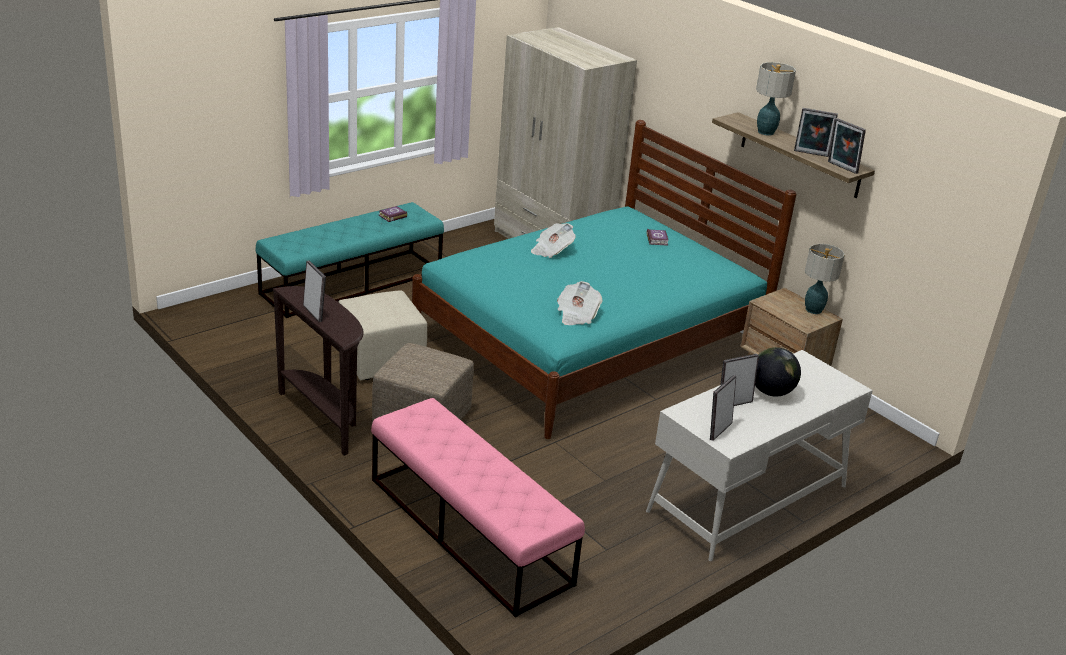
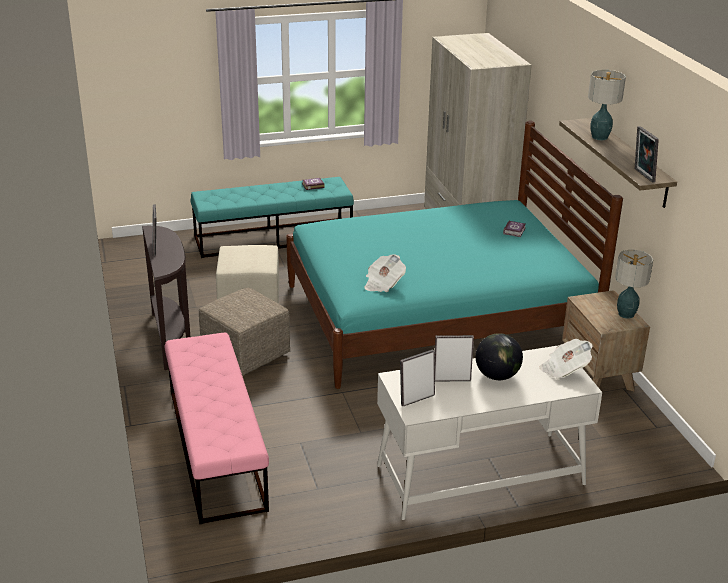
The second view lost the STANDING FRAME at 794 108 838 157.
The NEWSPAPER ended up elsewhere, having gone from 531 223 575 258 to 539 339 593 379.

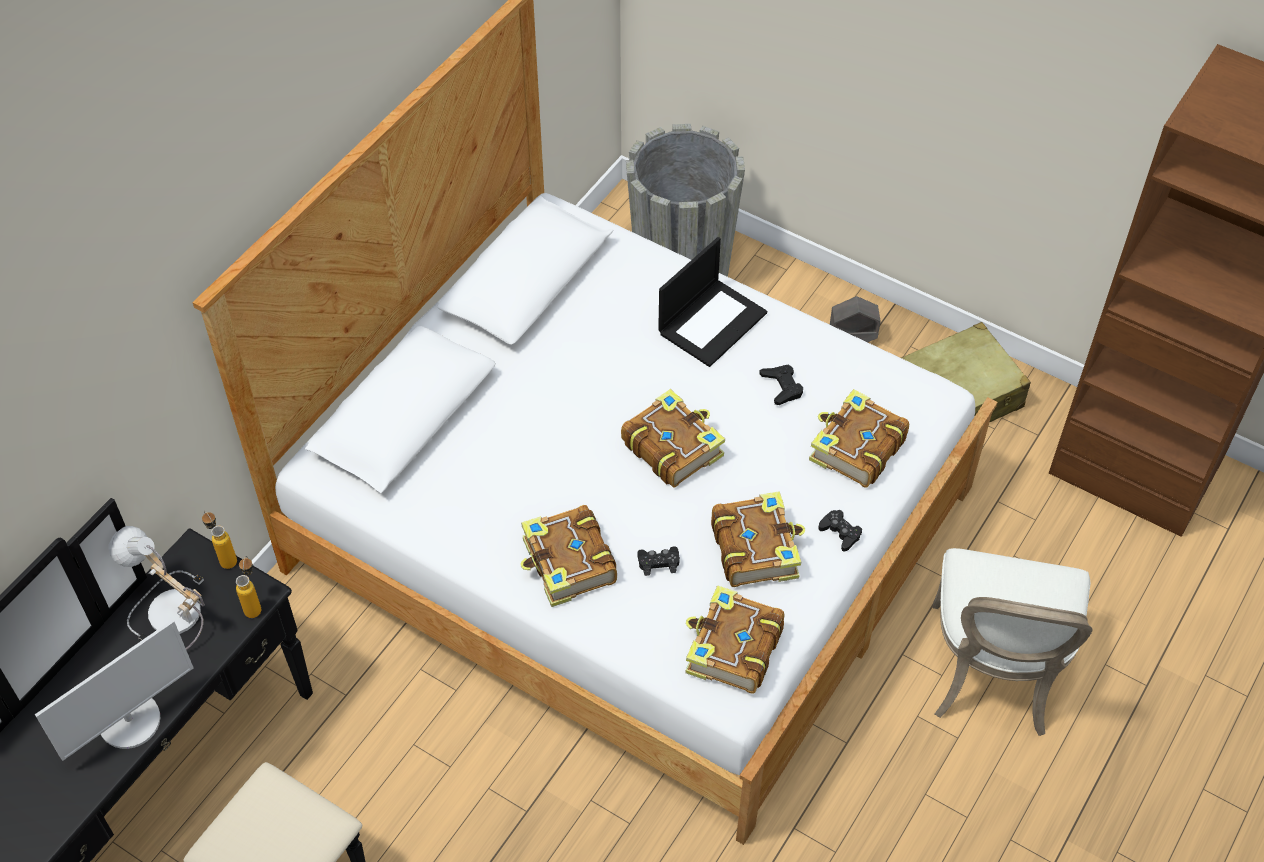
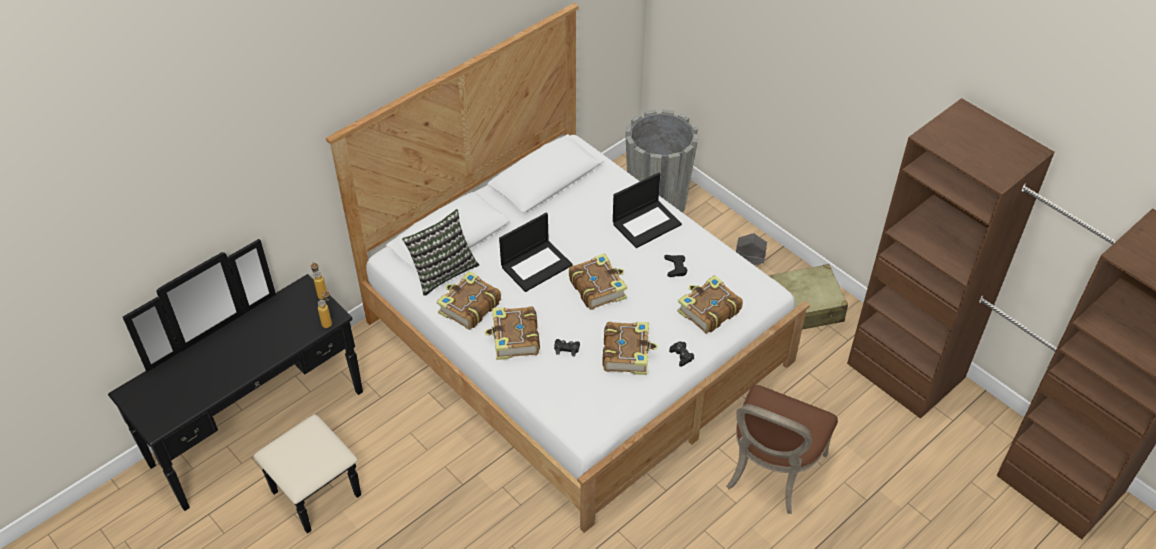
The second view lost the COMPUTER DISPLAY at 35 619 194 761.
The second view lost the TABLETOP LAMP at 109 526 205 650.
The second view gained the CUSHION at 402 209 479 296.
The second view gained the LAPTOP at 499 213 573 292.
The BOOK ended up elsewhere, having gone from 685 585 784 693 to 437 271 501 330.
What was the WHITE-COLOURED CHAIR at 932 548 1092 736 turned into the BROWN-COLOURED CHAIR at 726 385 838 514.

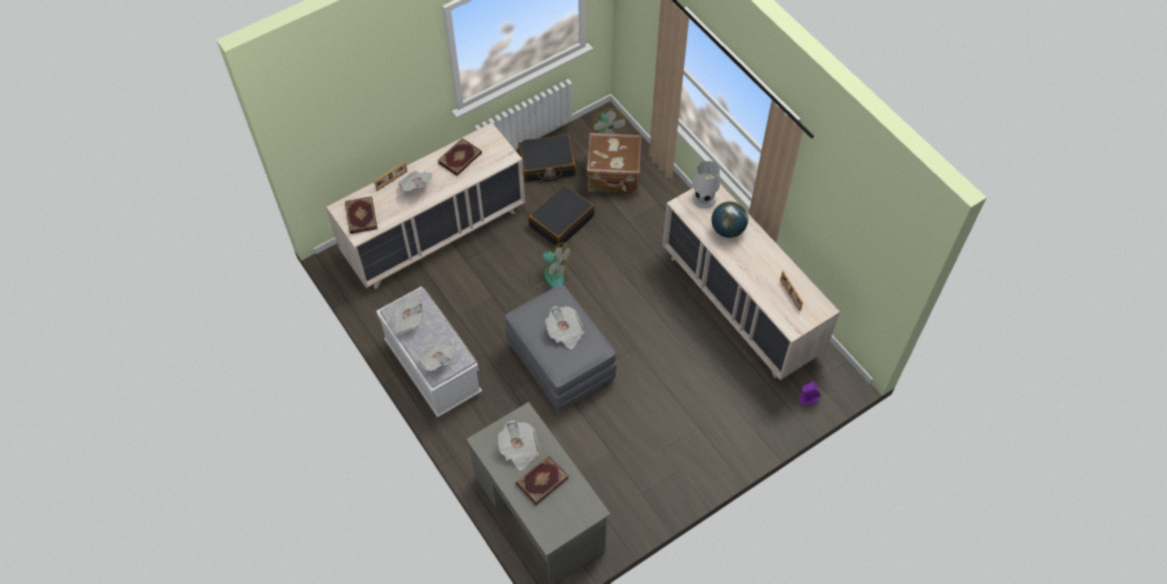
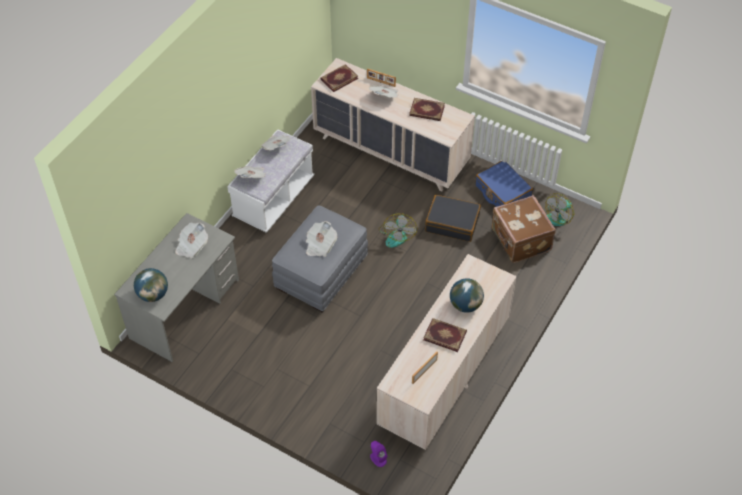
The second view lost the WHITE-COLOURED TABLETOP LAMP at 692 161 720 208.
The second view gained the DESK GLOBE at 134 268 168 302.
The BOOK ended up elsewhere, having gone from 516 455 568 505 to 423 318 467 352.
What was the BLACKISH PIECE OF LUGGAGE at 518 134 576 182 turned into the BLUE-COLOURED PIECE OF LUGGAGE at 475 161 533 207.

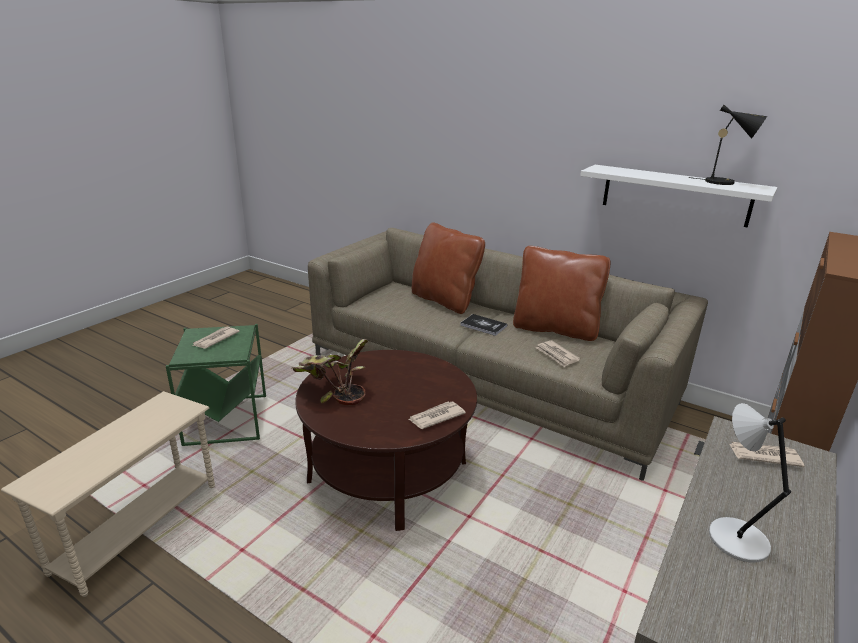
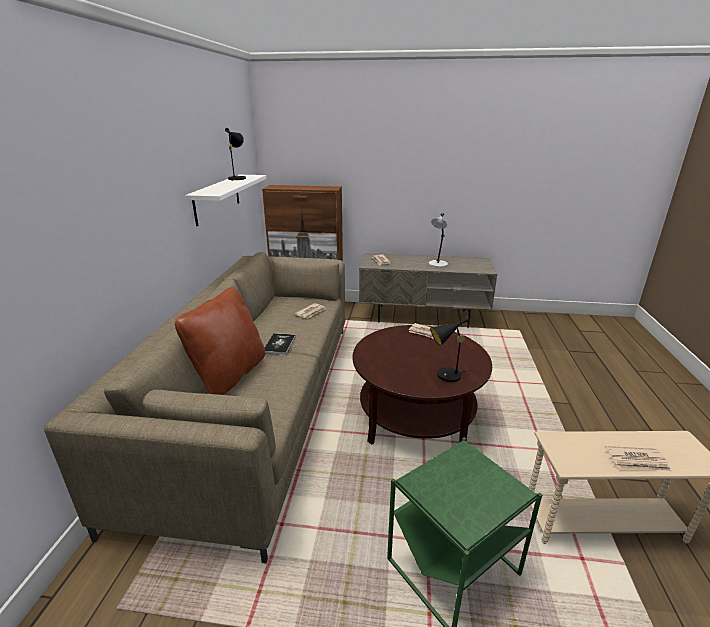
The second view lost the BROWN-COLOURED CUSHION at 513 246 610 341.
The NEWSPAPER ended up elsewhere, having gone from 192 327 240 349 to 605 446 672 471.
Where the POTTED PLANT stood at 292 339 368 405, the BLACKISH TABLETOP LAMP came to stand at 430 316 471 382.

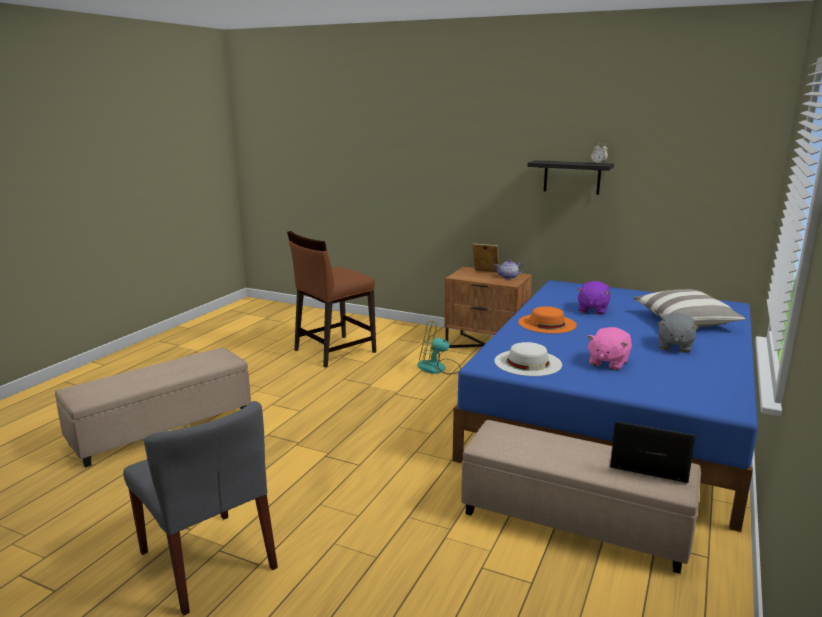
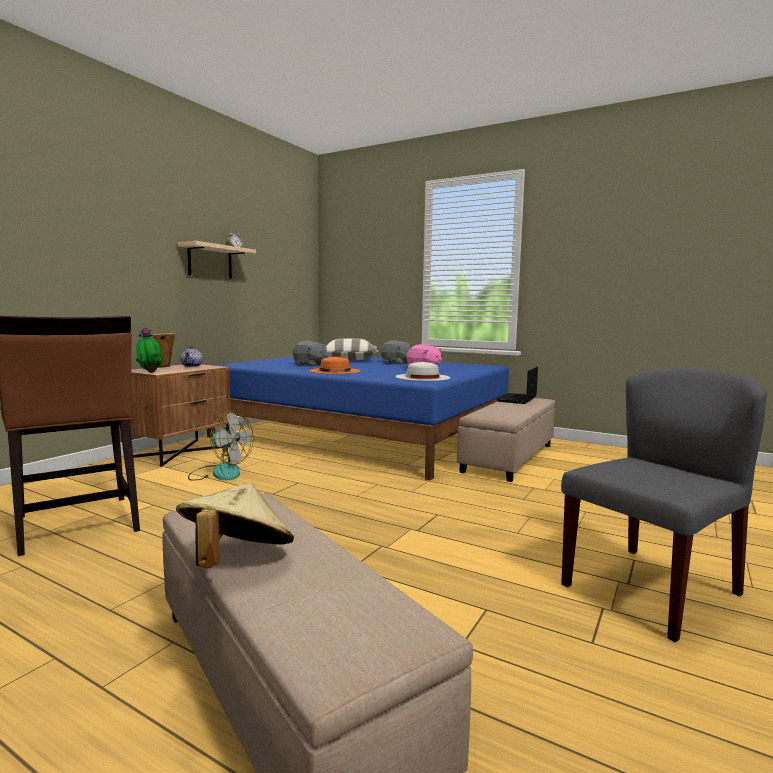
The second view gained the POTTED PLANT at 136 327 163 373.
The second view gained the BEIGE-COLOURED HAT at 176 482 294 569.
What was the BLACKISH BRACKET SHELF at 527 160 614 195 turned into the BEIGE-COLOURED BRACKET SHELF at 178 241 256 279.
What was the PURPLISH CUDDLY TOY at 576 281 610 315 turned into the GRAY CUDDLY TOY at 293 341 326 366.
The ELECTRIC FAN at 417 321 461 375 ended up facing another way, 75 degrees counterclockwise from before.

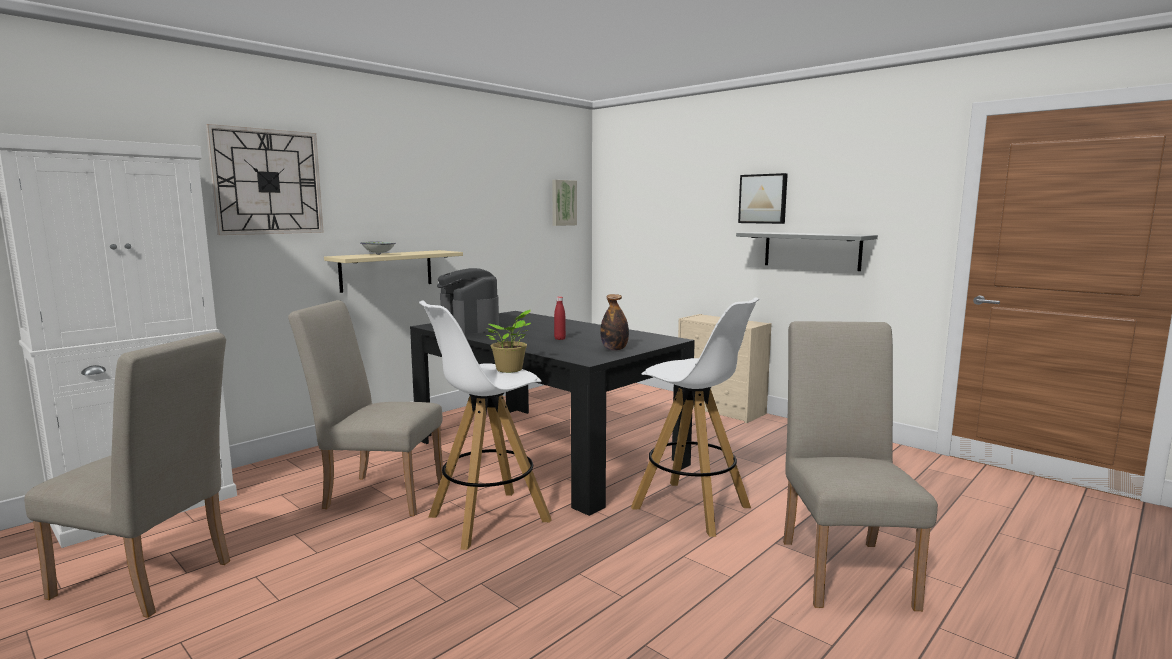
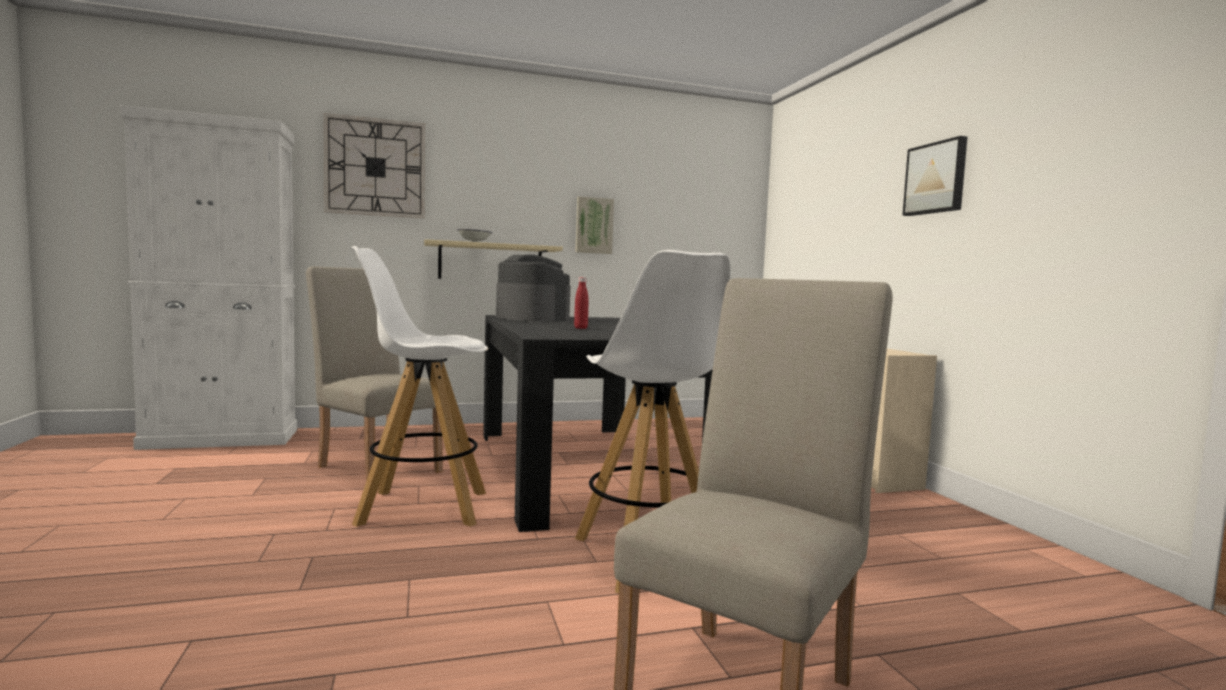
The second view lost the BEIGE-COLOURED CHAIR at 24 332 230 618.
The second view lost the POTTED PLANT at 486 310 531 373.
The second view lost the BOTTLE at 600 294 629 351.
The second view lost the GRAY BRACKET SHELF at 736 232 878 271.
The PICTURE ended up elsewhere, having gone from 552 180 577 226 to 575 196 614 254.
The COFFEE MACHINE at 437 268 499 334 ended up facing another way, 135 degrees clockwise from before.

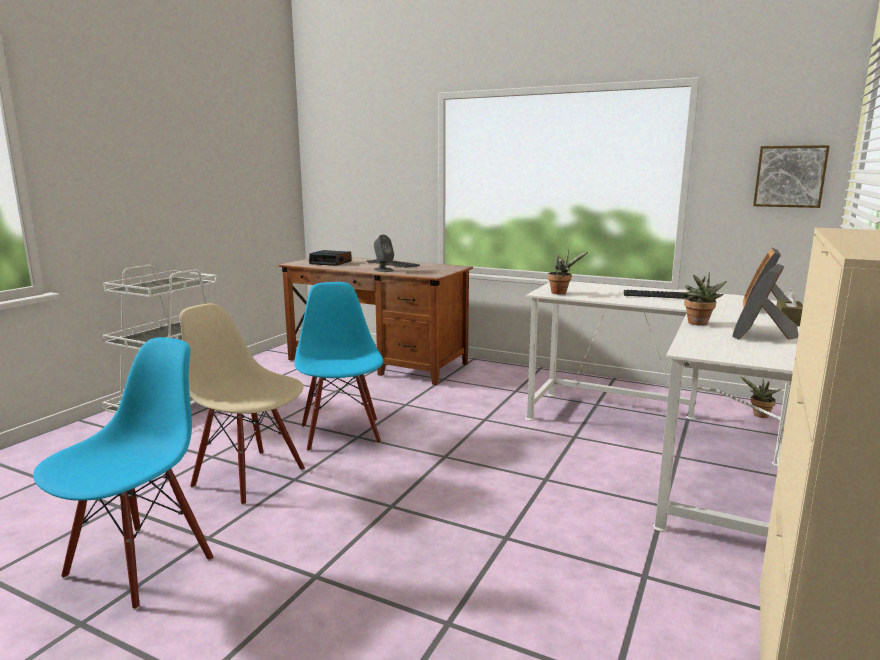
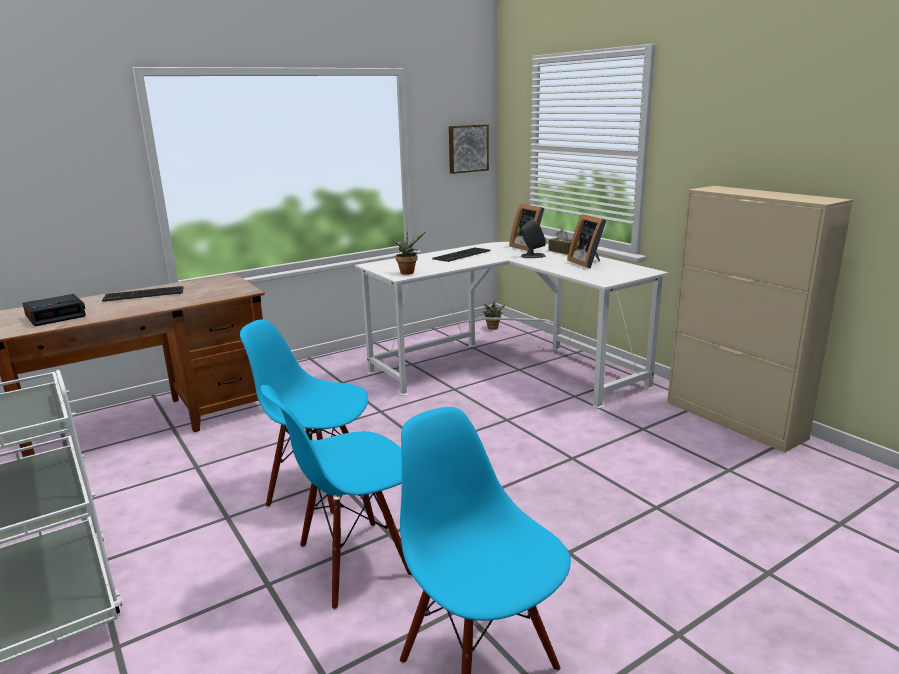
The second view lost the POTTED PLANT at 682 272 727 326.
The GRAY AUDIO SPEAKER ended up elsewhere, having gone from 374 235 394 272 to 520 219 546 258.
What was the BEIGE-COLOURED CHAIR at 179 304 305 505 turned into the BLUE-COLOURED CHAIR at 261 385 412 610.

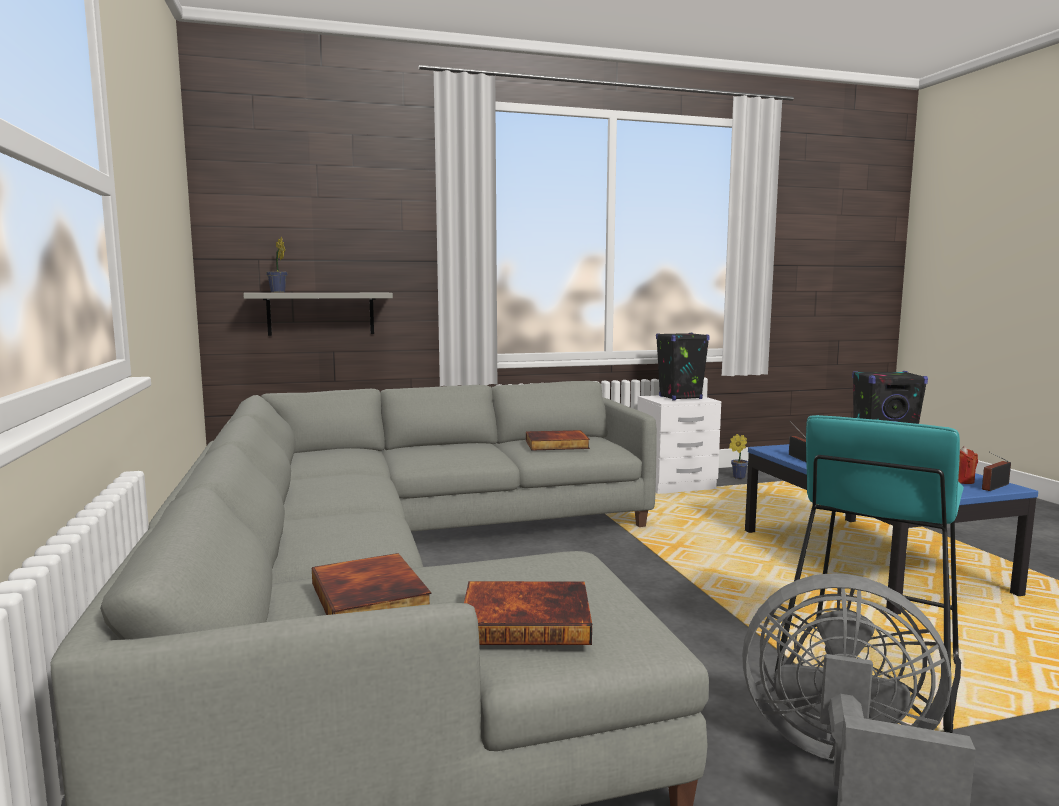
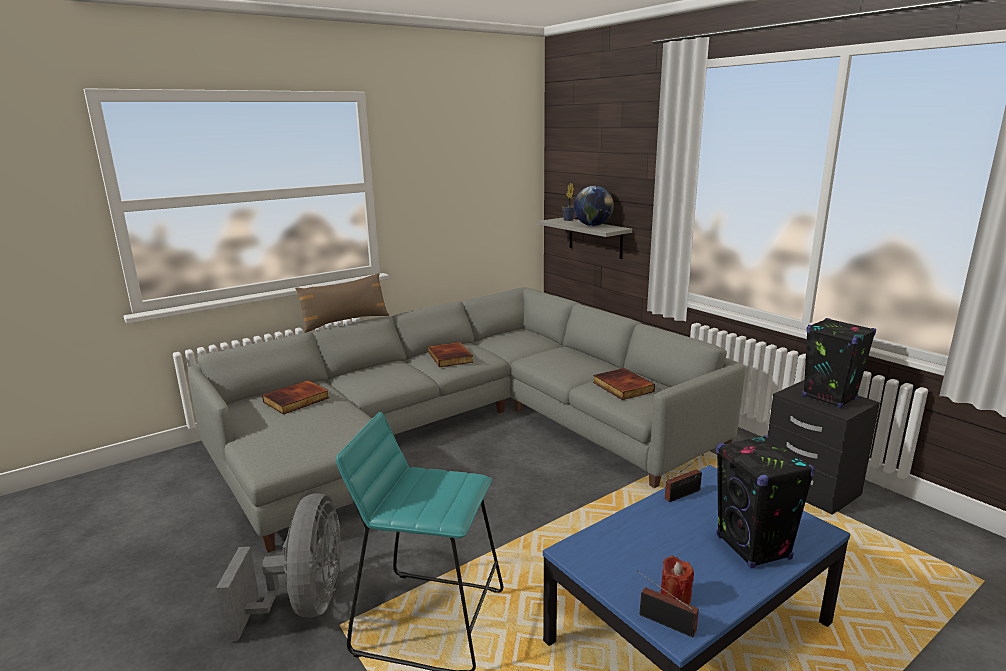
The second view lost the POTTED PLANT at 729 434 748 479.
The second view gained the BROWN-COLOURED CUSHION at 295 273 389 333.
The second view gained the DESK GLOBE at 574 186 614 226.
The BOOK ended up elsewhere, having gone from 464 581 592 645 to 428 342 473 367.
What was the WHITE-COLOURED NIGHT TABLE at 637 395 721 494 turned into the BLACKISH NIGHT TABLE at 768 380 880 515.

